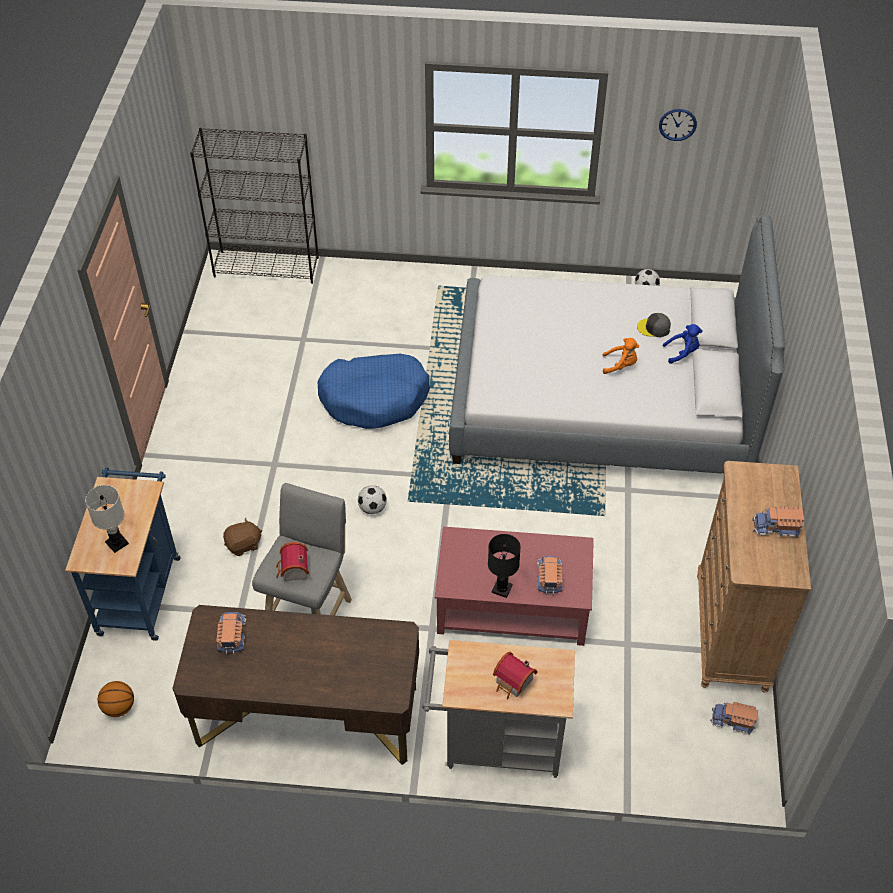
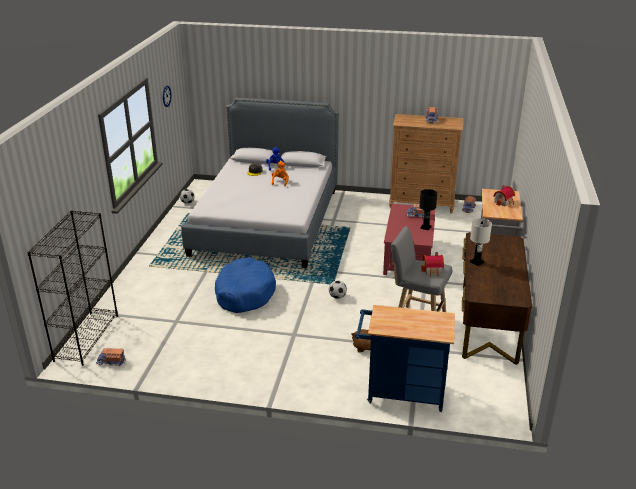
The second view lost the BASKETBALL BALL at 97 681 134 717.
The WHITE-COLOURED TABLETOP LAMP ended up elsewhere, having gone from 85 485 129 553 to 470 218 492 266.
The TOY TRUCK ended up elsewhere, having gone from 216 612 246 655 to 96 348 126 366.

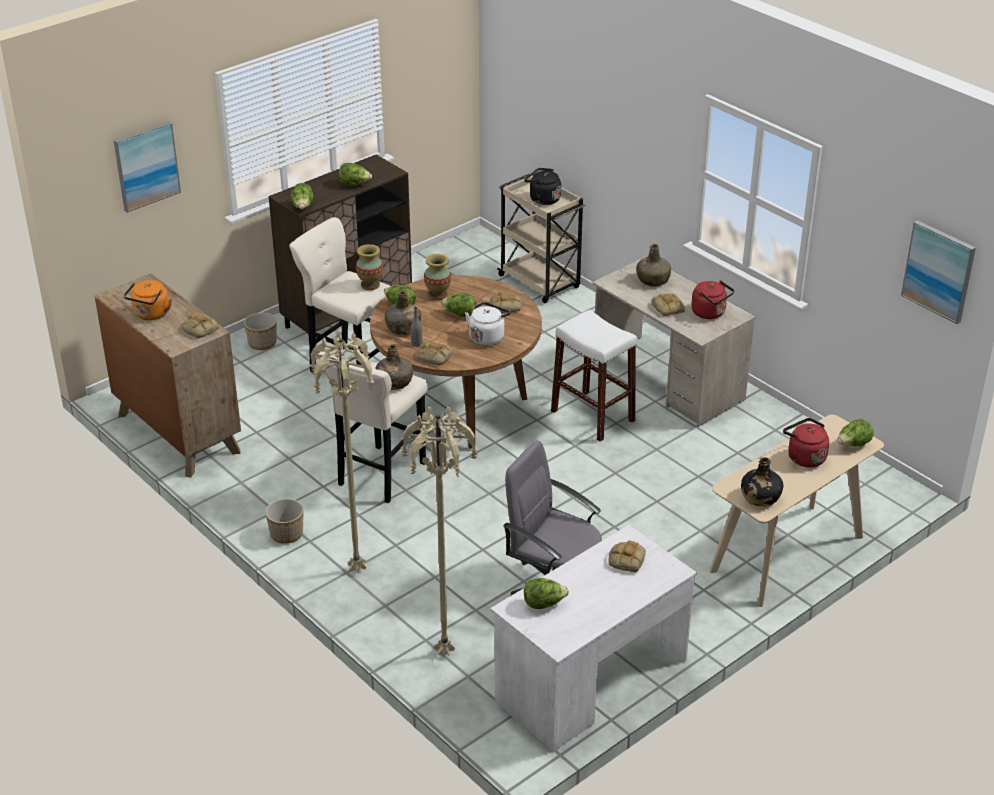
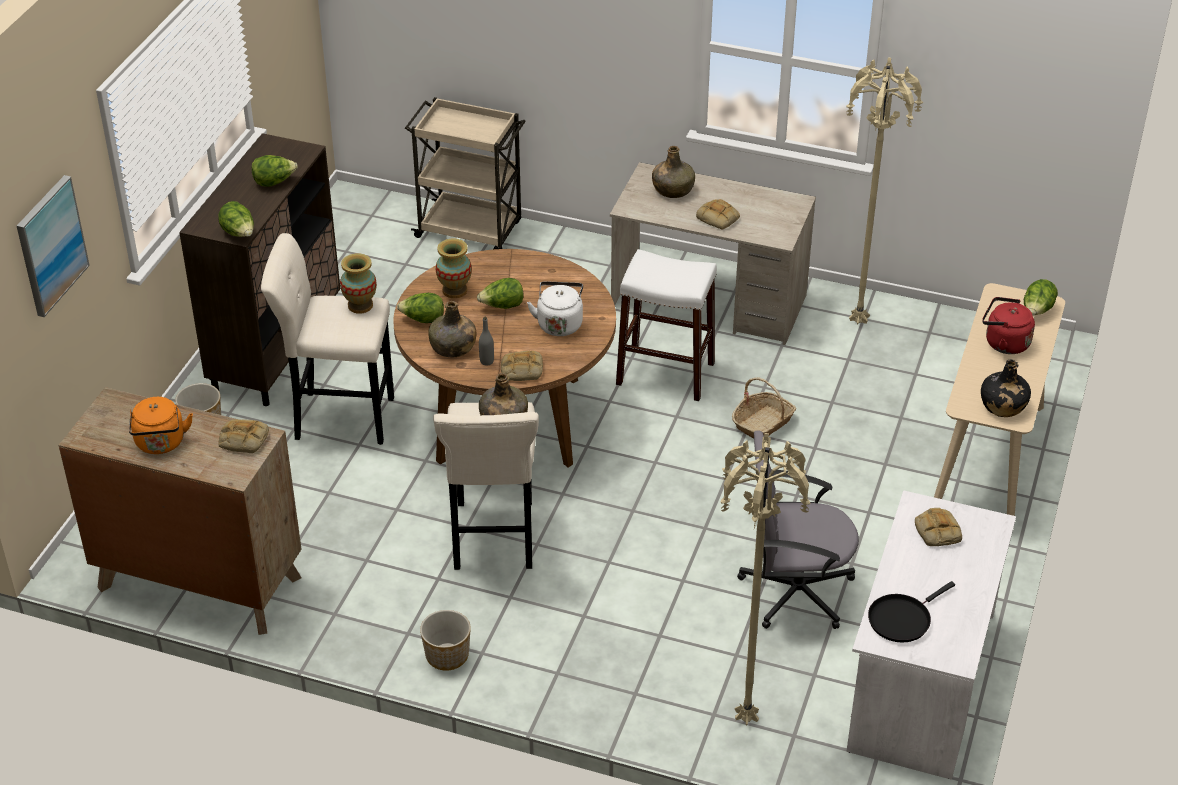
The second view lost the BREAD at 490 291 522 313.
The second view lost the BLACKISH TEA KETTLE at 524 168 561 205.
The second view lost the RED-COLOURED TEA KETTLE at 691 280 734 319.
The second view lost the PICTURE at 901 220 976 324.
The second view gained the BASKET at 732 377 796 439.
The BEIGE-COLOURED FLOOR LAMP ended up elsewhere, having gone from 310 331 374 572 to 846 58 923 325.
Where the LETTUCE HEAD stood at 524 578 569 609, the BLACKISH FRYING PAN came to stand at 868 581 955 643.

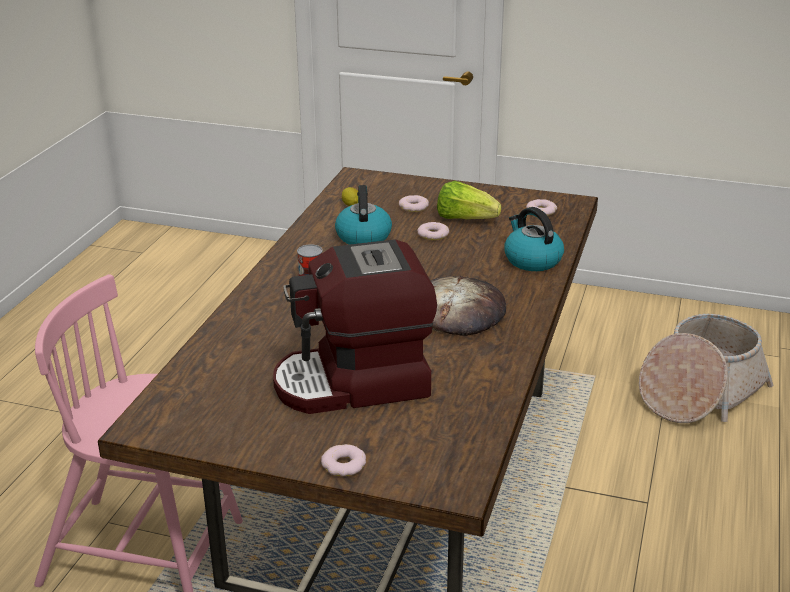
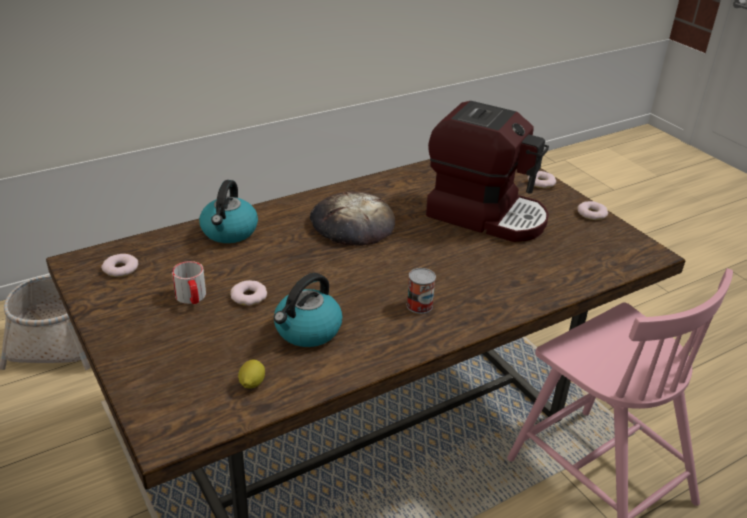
The DOUGHNUT ended up elsewhere, having gone from 399 195 429 212 to 577 201 608 220.
Where the LETTUCE HEAD stood at 437 181 501 219, the TEA MUG came to stand at 172 261 206 304.

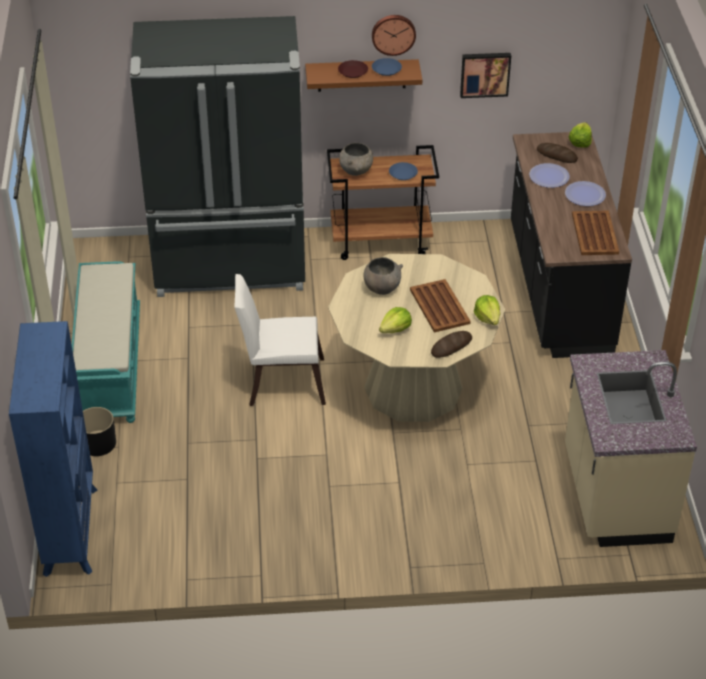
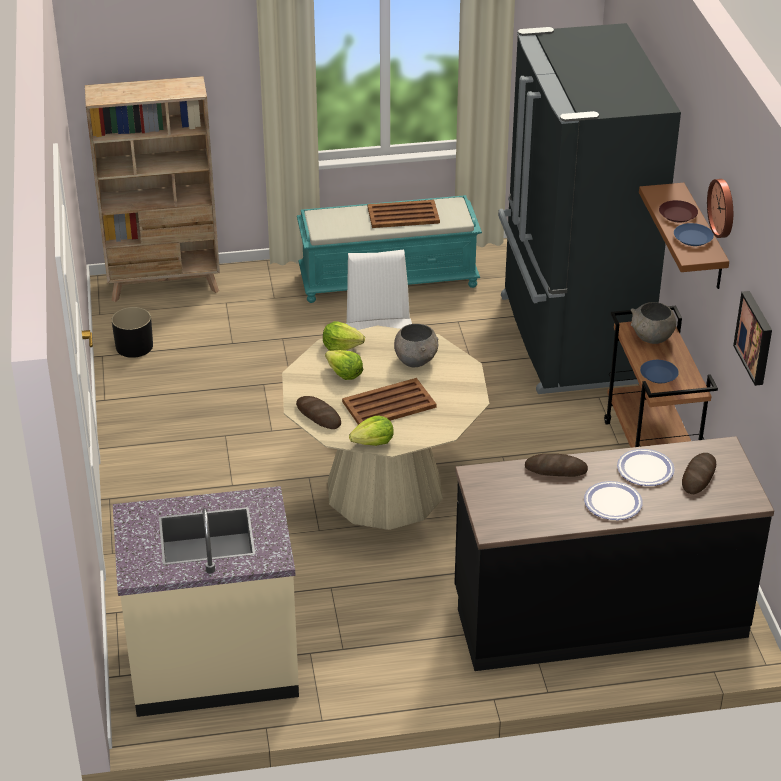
The second view gained the BREAD at 525 454 588 477.
The BLACKISH PLANT POT ended up elsewhere, having gone from 83 407 116 456 to 112 307 153 358.
The LETTUCE HEAD ended up elsewhere, having gone from 568 122 592 148 to 323 321 365 351.
The BROWN-COLOURED TRAY ended up elsewhere, having gone from 572 211 619 255 to 368 200 440 228.
What was the BLUE-COLOURED BOOKSHELF at 9 321 98 577 turned into the BEIGE-COLOURED BOOKSHELF at 85 76 220 302.

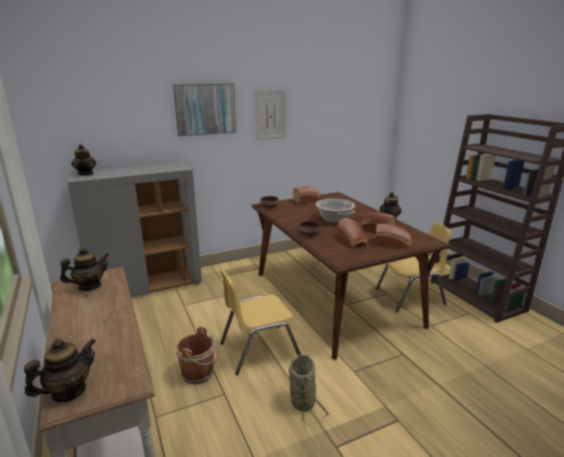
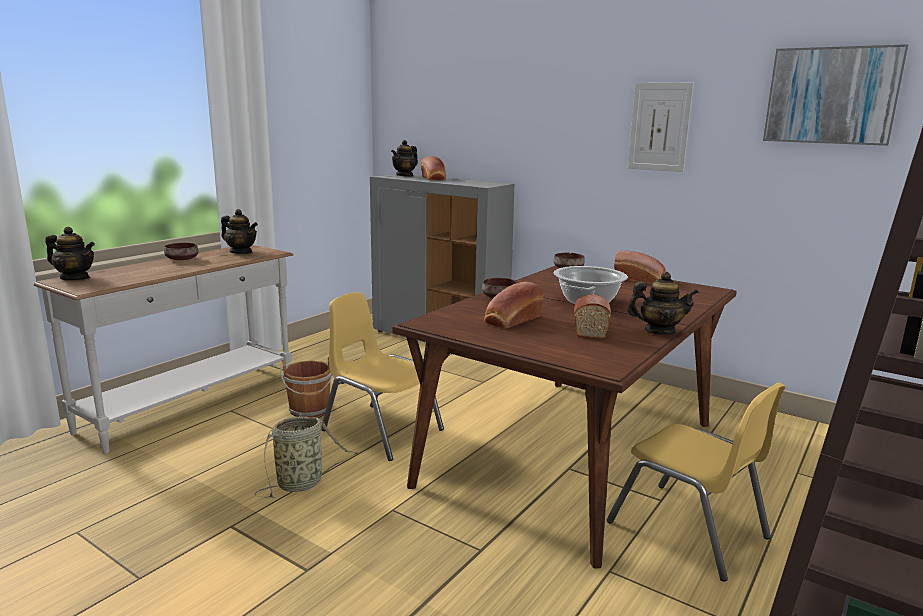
The second view gained the BROWN-COLOURED SERVING BOWL at 164 243 198 260.
The PICTURE ended up elsewhere, having gone from 173 83 236 136 to 763 44 908 146.
The BREAD ended up elsewhere, having gone from 376 224 412 248 to 421 156 446 181.

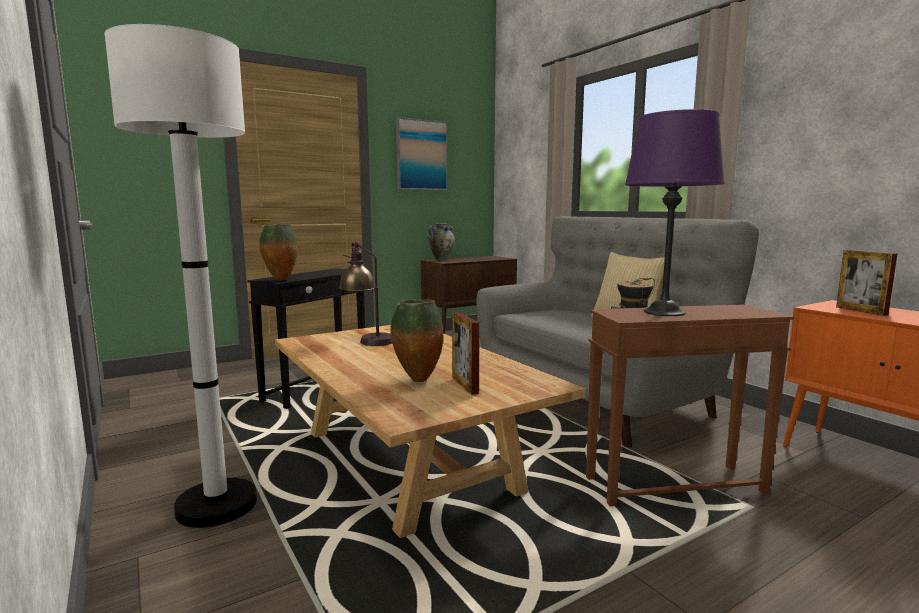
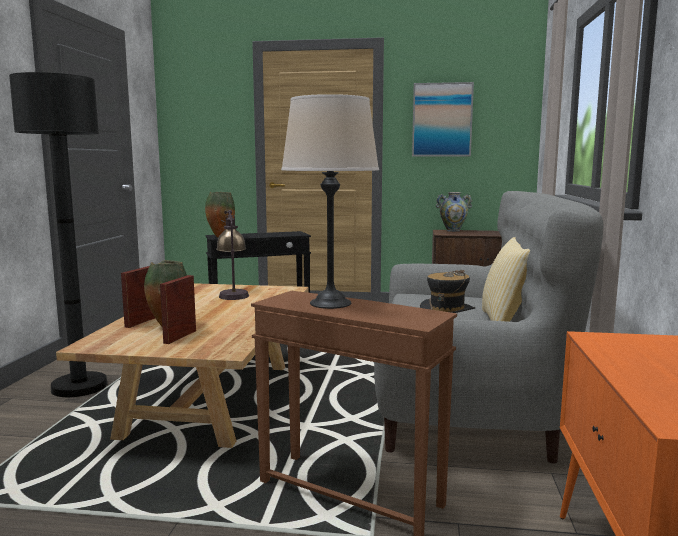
The STANDING FRAME ended up elsewhere, having gone from 836 250 898 316 to 121 266 155 328.
What was the WHITE-COLOURED FLOOR LAMP at 105 24 257 528 turned into the BLACKISH FLOOR LAMP at 9 72 108 397.
What was the PURPLISH TABLETOP LAMP at 625 109 725 316 turned into the BEIGE-COLOURED TABLETOP LAMP at 281 94 379 309.

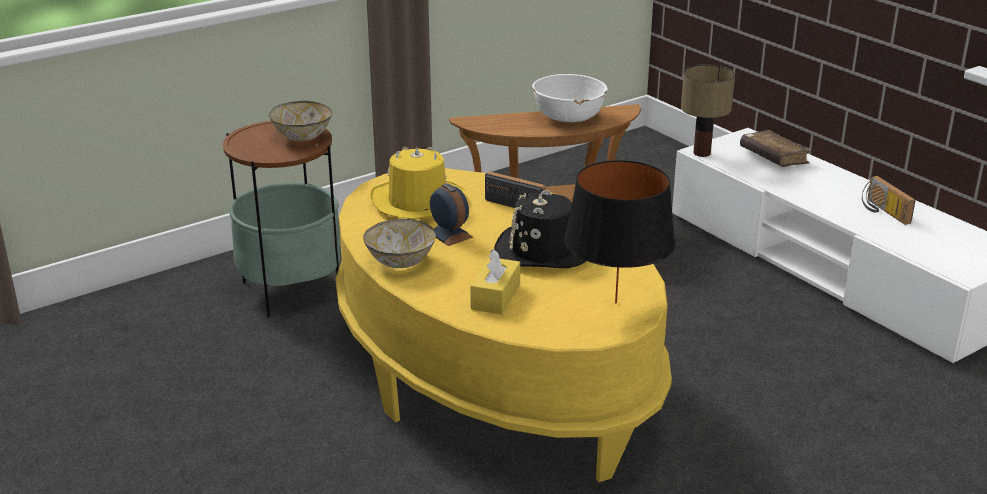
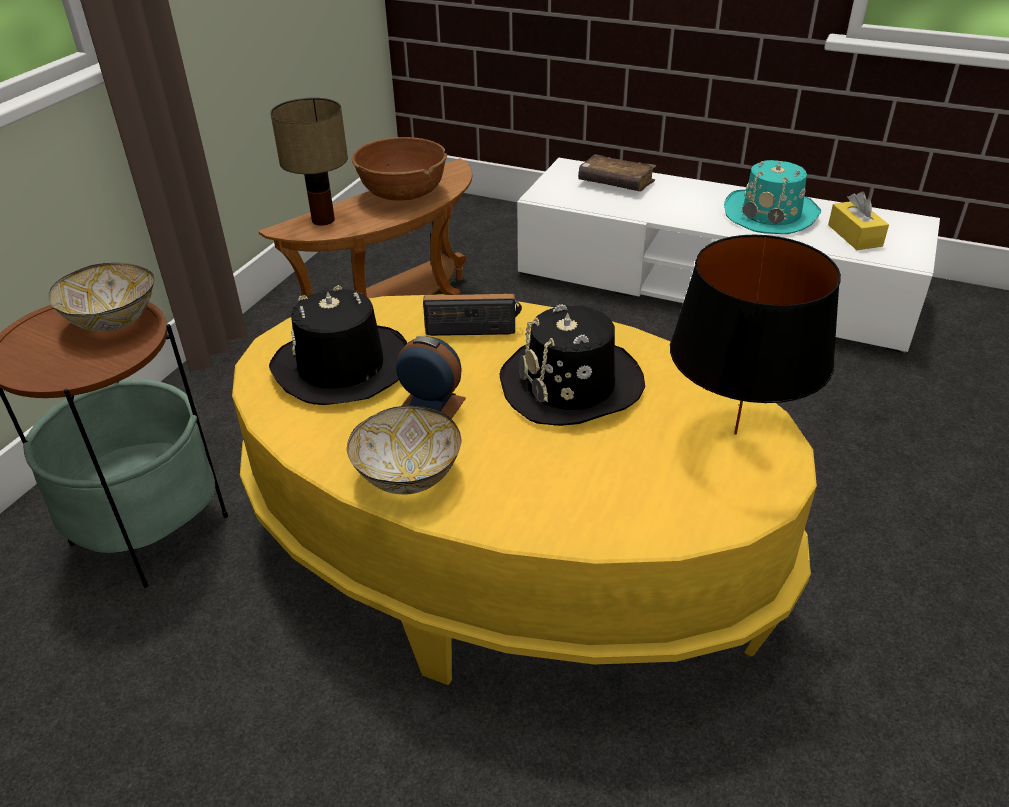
The YELLOW-COLOURED TISSUE BOX ended up elsewhere, having gone from 470 249 520 315 to 828 191 889 250.
The TABLETOP LAMP ended up elsewhere, having gone from 681 64 735 157 to 270 98 348 226.
Where the RADIO RECEIVER stood at 862 176 916 225, the TURQUOISE HAT came to stand at 724 160 821 234.
What was the YELLOW-COLOURED HAT at 370 147 465 220 turned into the BLACKISH HAT at 269 285 407 405.
What was the WHITE-COLOURED SERVING BOWL at 532 74 608 123 turned into the BROWN-COLOURED SERVING BOWL at 352 137 447 200.

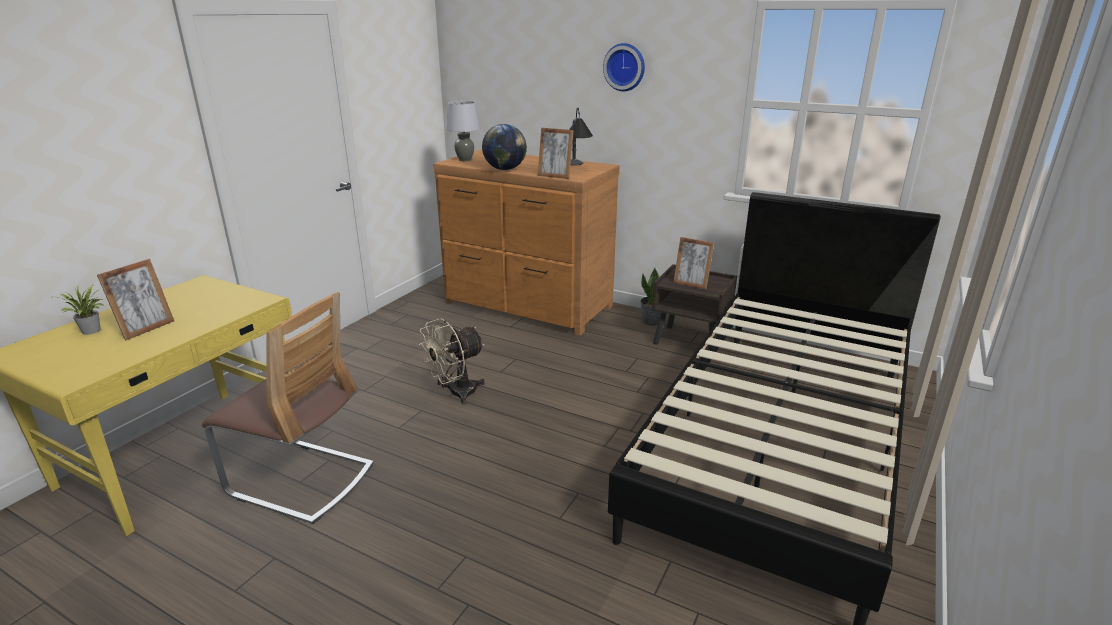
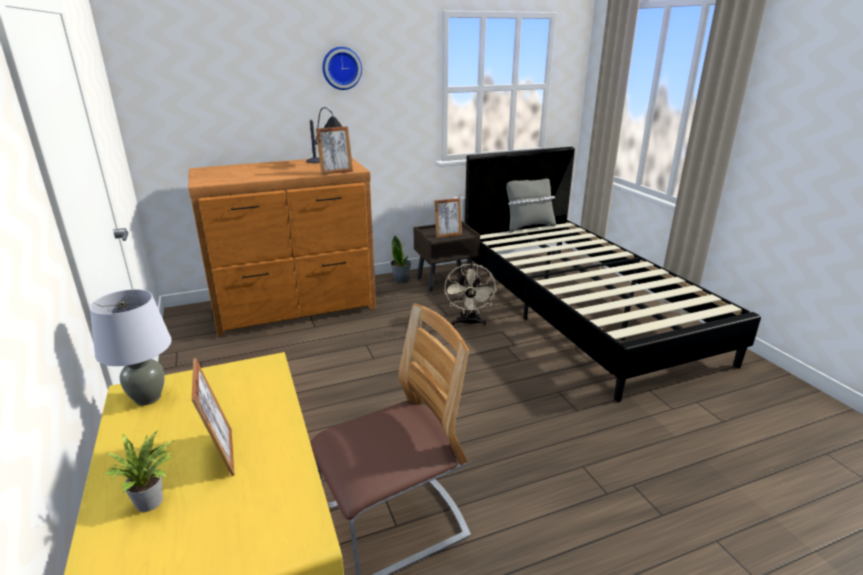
The second view lost the DESK GLOBE at 482 124 527 170.
The second view gained the GRAY CUSHION at 506 179 556 233.
The BEIGE-COLOURED ELECTRIC FAN ended up elsewhere, having gone from 419 318 485 405 to 444 263 496 326.
The GRAY TABLETOP LAMP ended up elsewhere, having gone from 446 101 480 161 to 90 289 172 406.

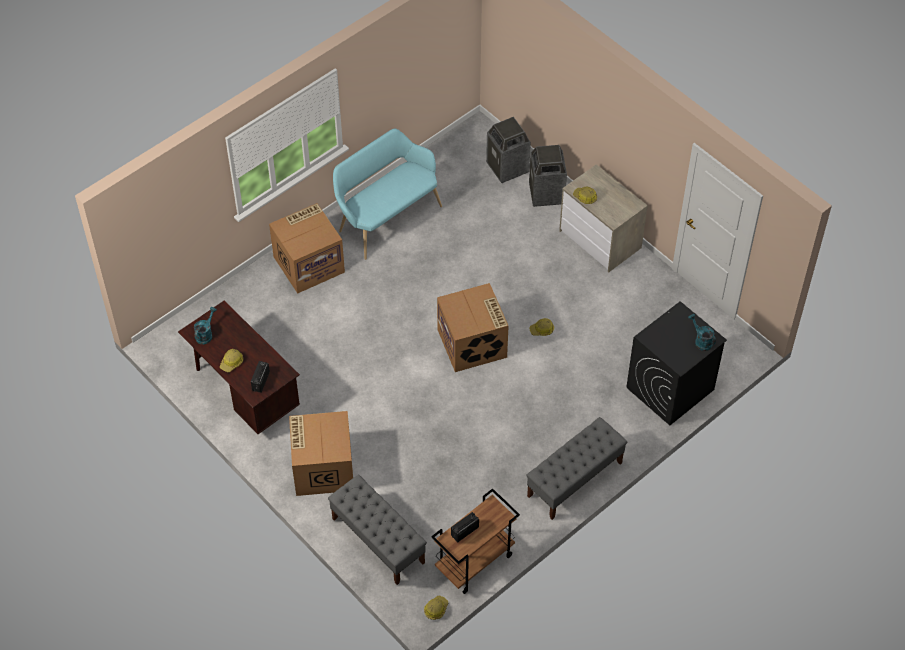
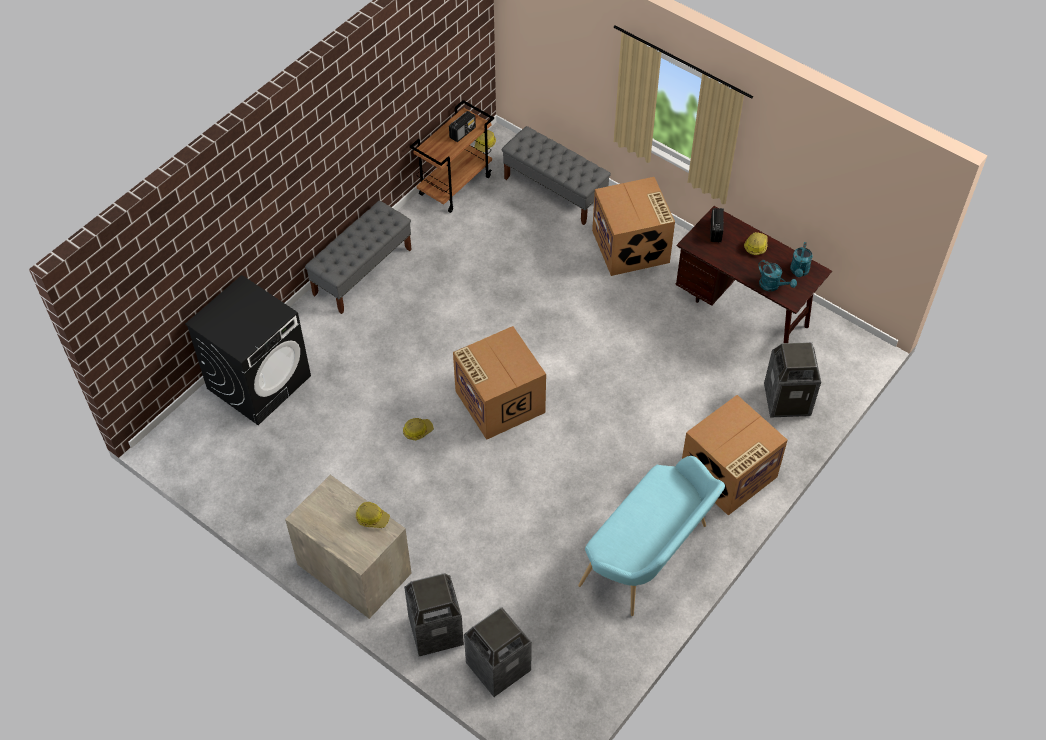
The second view gained the RUBBISH BIN at 764 342 821 417.
The TURQUOISE WATERING POT ended up elsewhere, having gone from 688 314 716 351 to 758 260 797 291.

